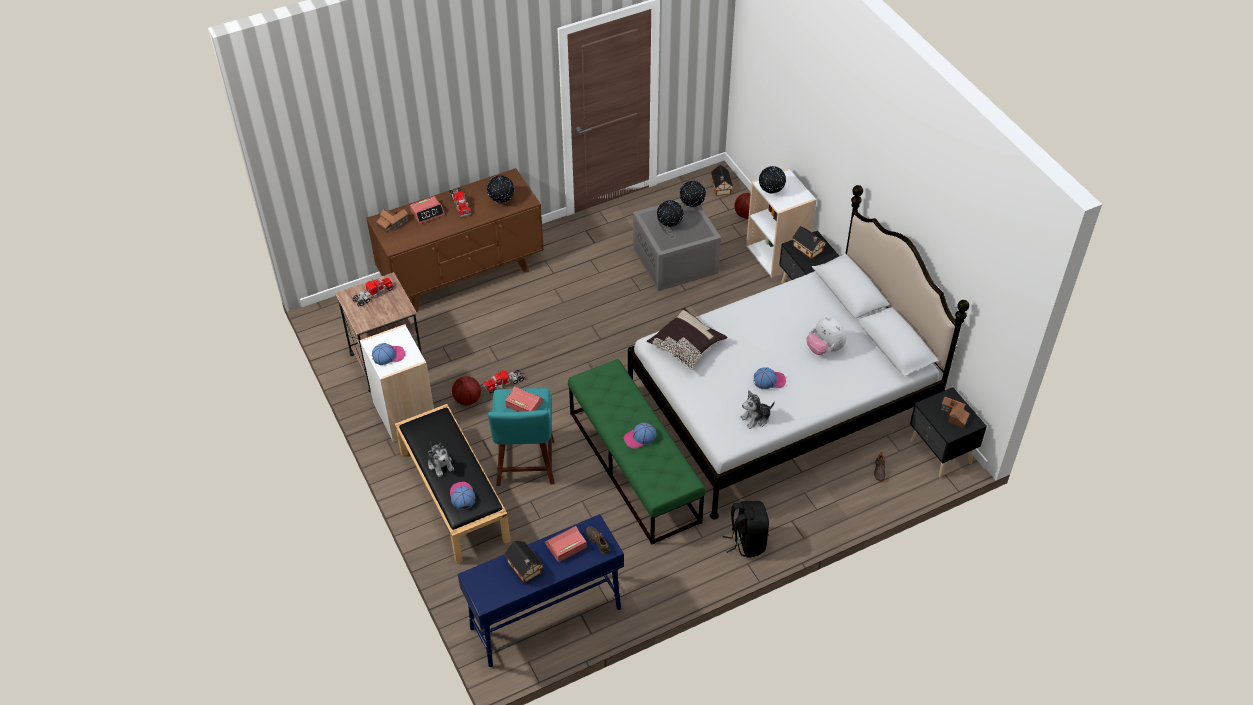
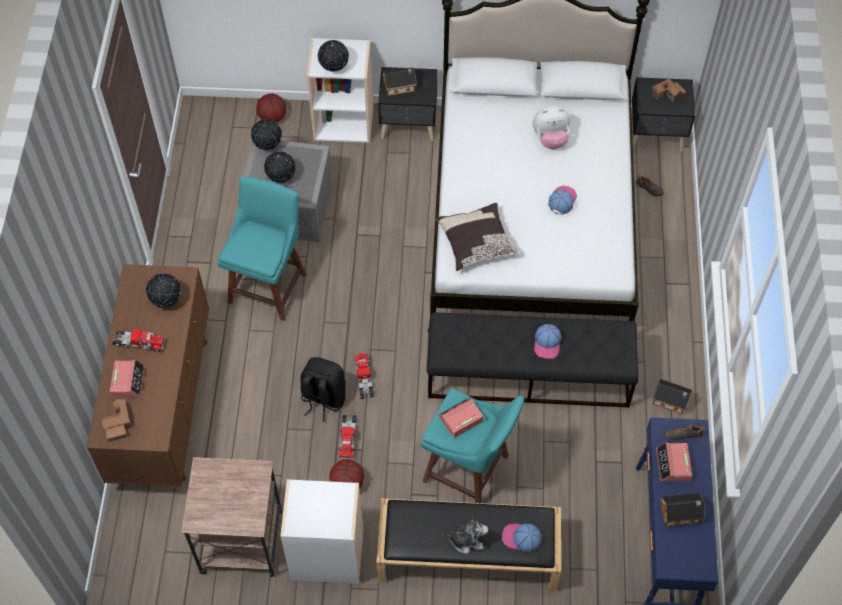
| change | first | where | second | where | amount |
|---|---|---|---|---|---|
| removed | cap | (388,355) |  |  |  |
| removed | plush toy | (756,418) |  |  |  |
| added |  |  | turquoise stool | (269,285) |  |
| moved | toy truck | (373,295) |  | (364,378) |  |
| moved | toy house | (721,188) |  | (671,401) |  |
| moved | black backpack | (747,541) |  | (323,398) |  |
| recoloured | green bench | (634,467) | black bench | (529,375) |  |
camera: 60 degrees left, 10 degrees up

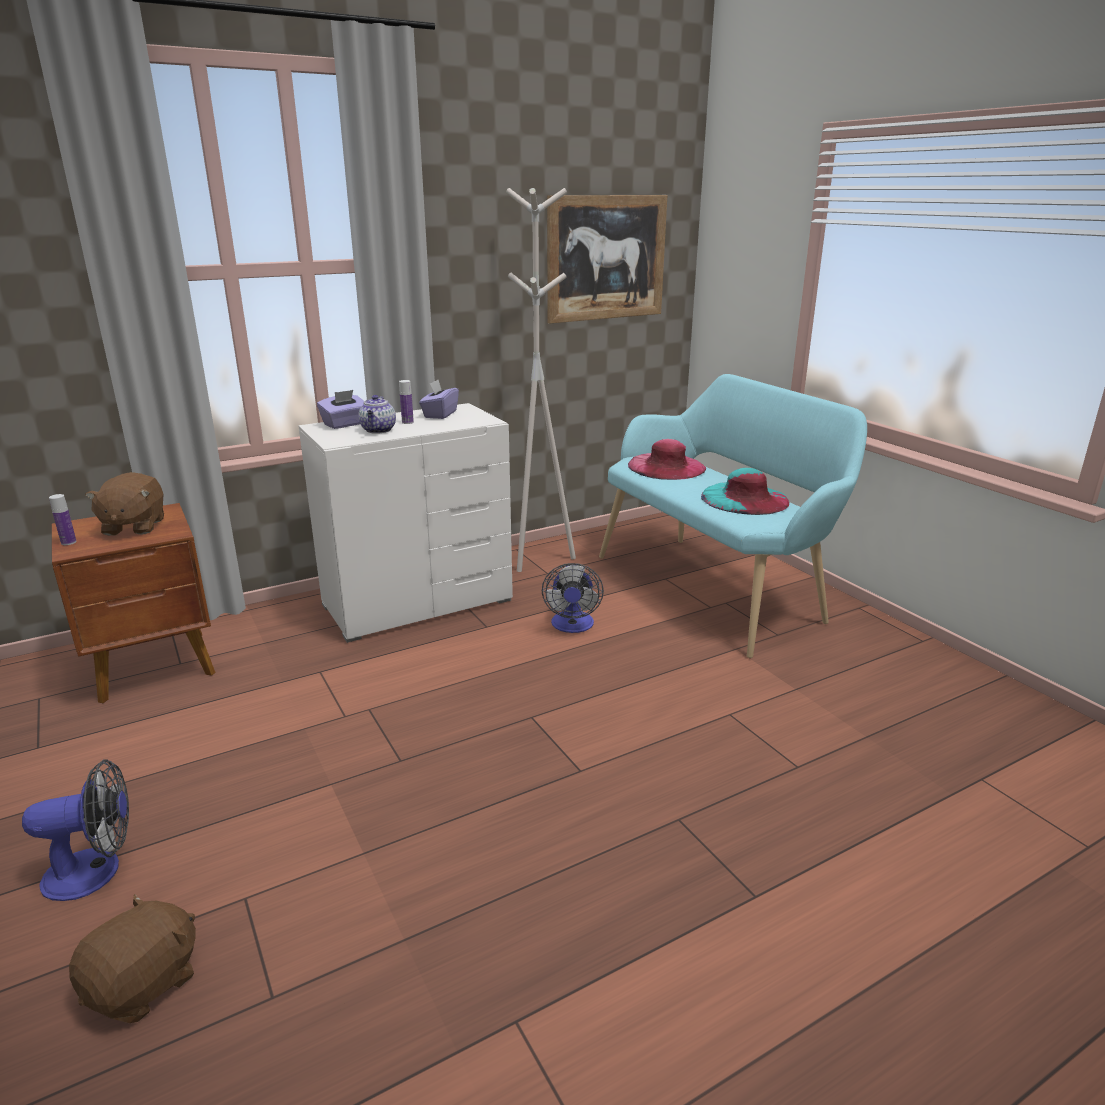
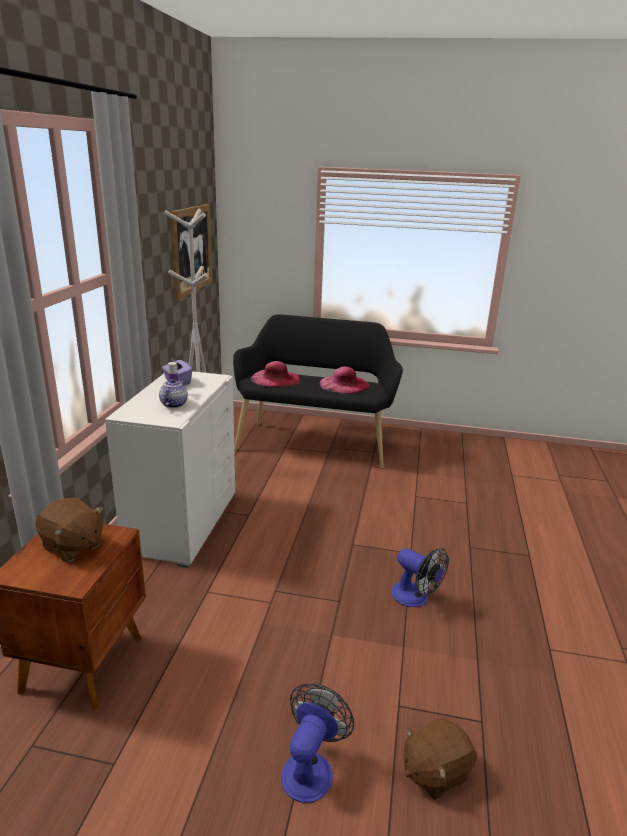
| change | first | where | second | where | amount |
|---|---|---|---|---|---|
| removed | bottle | (68,542) |  |  |  |
| removed | purple tissue box | (345,424) |  |  |  |
| moved | fan | (572,626) |  | (415,598) |  |
| recoloured | turquoise bench | (716,588) | black bench | (314,441) |  |
| recoloured | turquoise hat | (744,498) | pink hat | (344,384) |  |
| turned | brown plush toy | (145,984) |  | (435,771) | 105 degrees counterclockwise |
| turned | teapot | (378,430) |  | (174,404) | 120 degrees counterclockwise |
camera: 50 degrees left, 0 degrees up

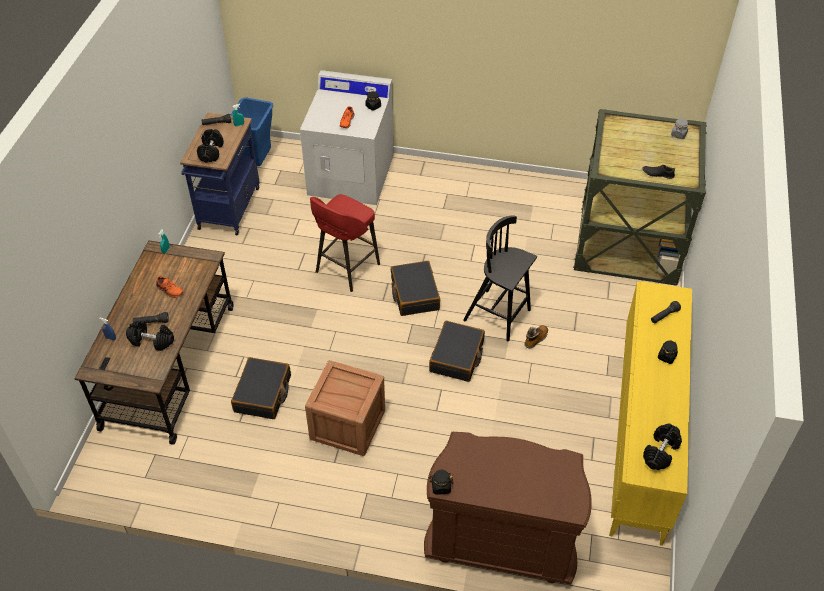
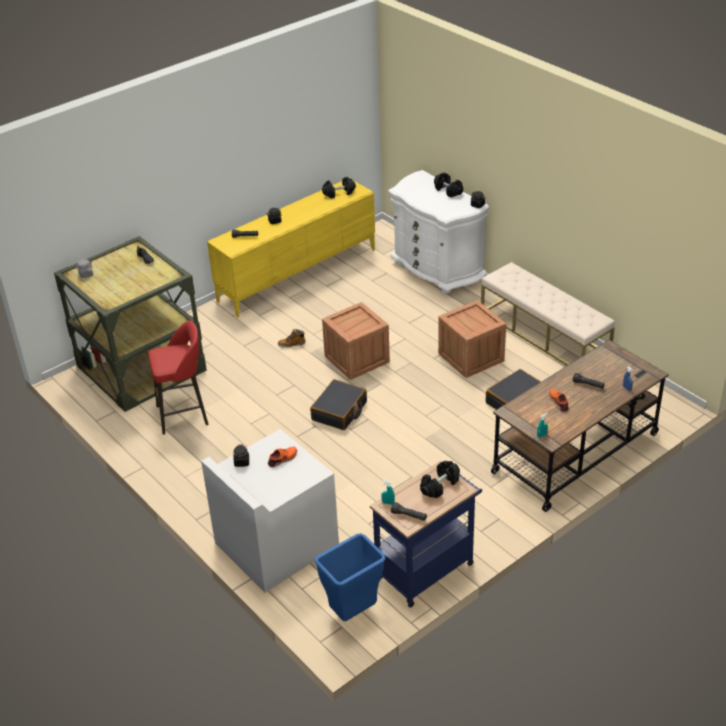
| change | first | where | second | where | amount |
|---|---|---|---|---|---|
| removed | black stool | (499,316) |  |  |  |
| added |  |  | beige bench | (544,333) |  |
| moved | black dumbbell | (152,341) |  | (448,191) |  |
| moved | red stool | (346,269) |  | (184,415) |  |
| replaced | black suitcase | (457,357) | crate | (357,359) |  |
| recoloured | brown dresser | (501,542) | white dresser | (435,271) |  |
camera: 140 degrees left, 10 degrees down

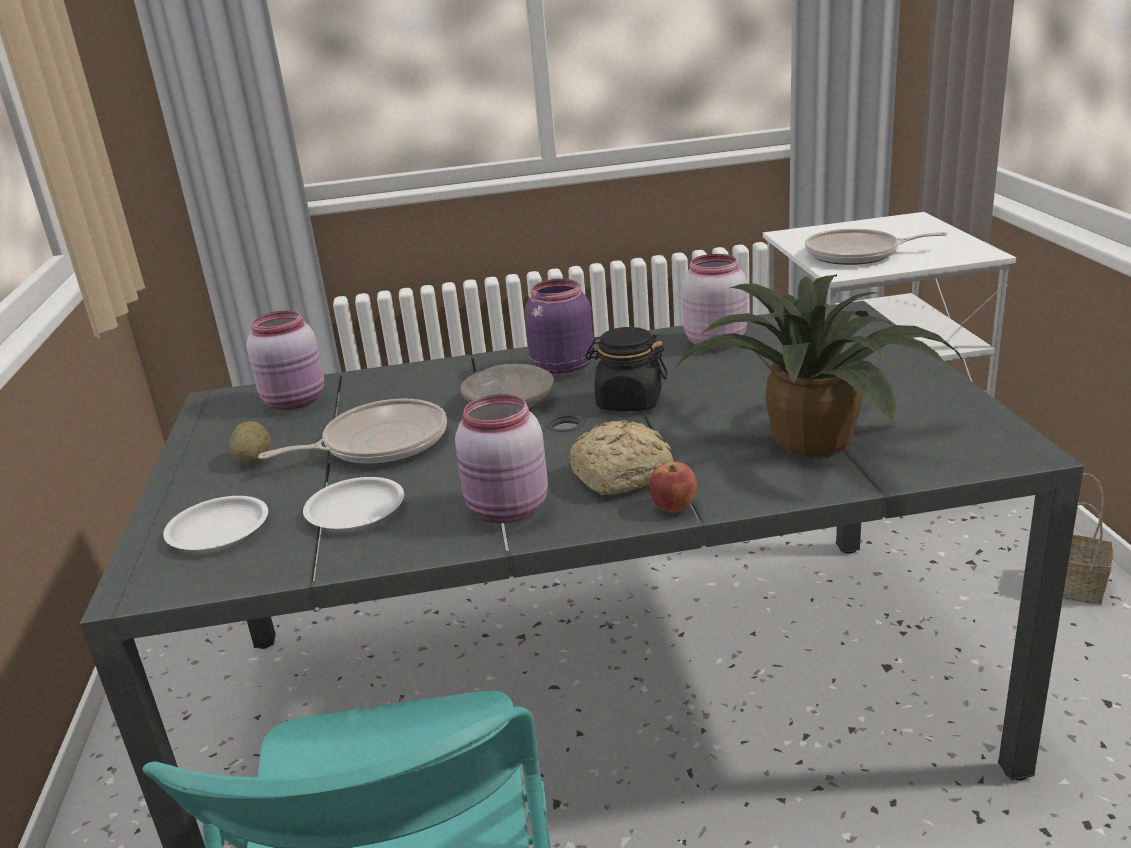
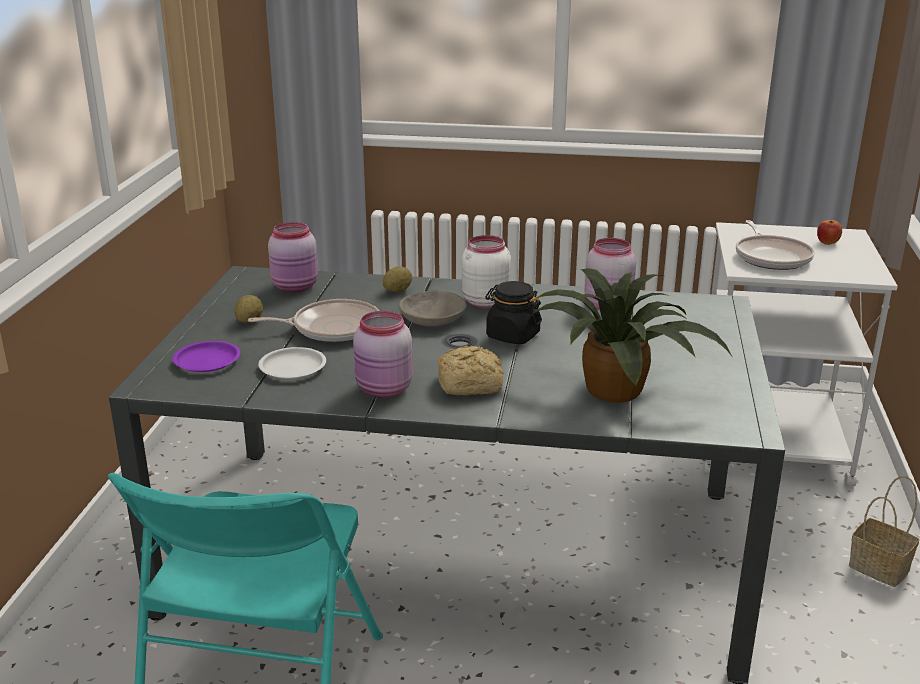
| change | first | where | second | where | amount |
|---|---|---|---|---|---|
| added |  |  | potato | (397,291) |  |
| moved | apple | (674,507) |  | (827,243) |  |
| recoloured | white plate | (218,529) | purple plate | (207,361) |  |
| recoloured | purple jar | (561,368) | white jar | (484,302) |  |
| turned | frying pan | (857,254) |  | (771,257) | 120 degrees counterclockwise |
camera: 15 degrees right, 0 degrees up

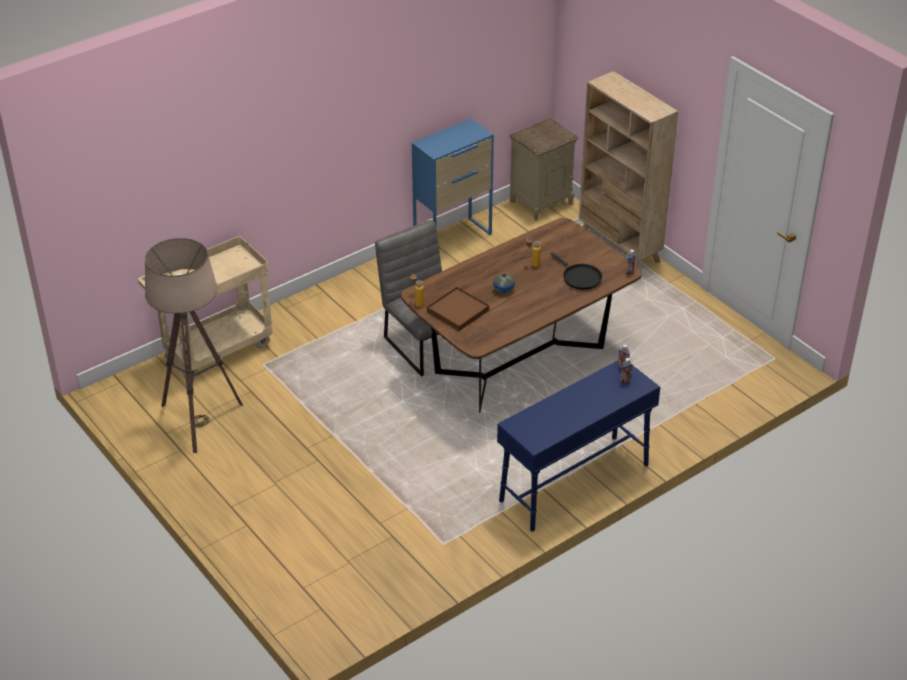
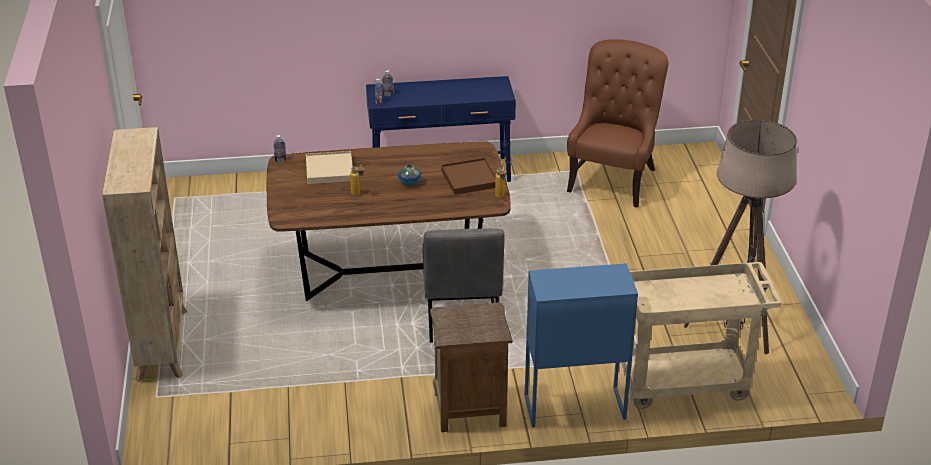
| change | first | where | second | where | amount |
|---|---|---|---|---|---|
| added |  |  | brown chair | (613,180) |  |
| moved | blue cabinet | (454,238) |  | (573,406) |  |
| moved | beige nightstand | (542,203) |  | (469,408) |  |
| replaced | black frying pan | (580,277) | beige tray | (329,170) |  |
camera: 150 degrees left, 5 degrees down

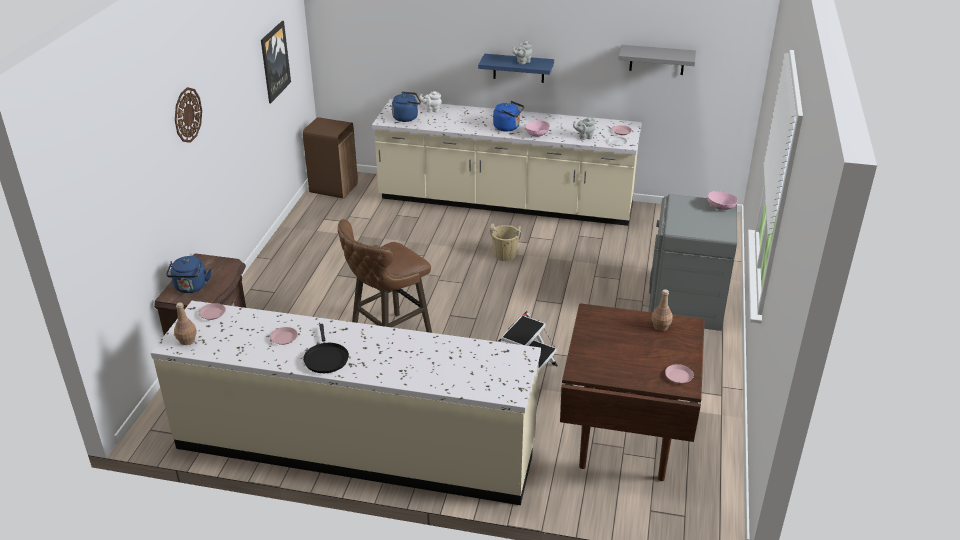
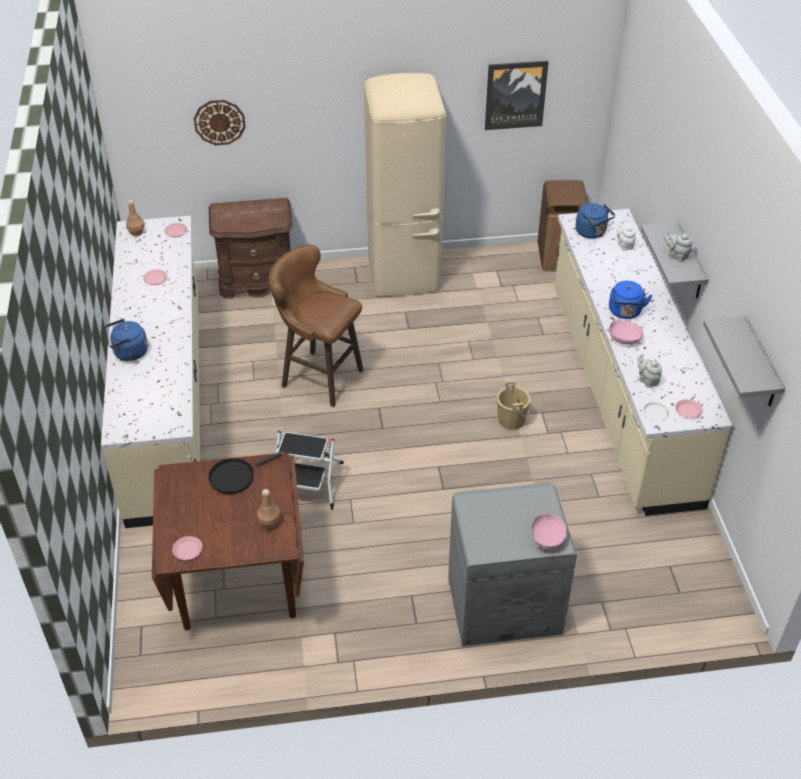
| change | first | where | second | where | amount |
|---|---|---|---|---|---|
| added |  |  | beige fridge | (405,276) |  |
| moved | blue kettle | (191,287) |  | (128,353) |  |
| moved | wall clock | (187,115) |  | (219,122) |  |
| moved | black frying pan | (325,358) |  | (235,476) |  |
| recoloured | blue shelf | (518,68) | grey shelf | (689,263) |  |
camera: 70 degrees right, 10 degrees up

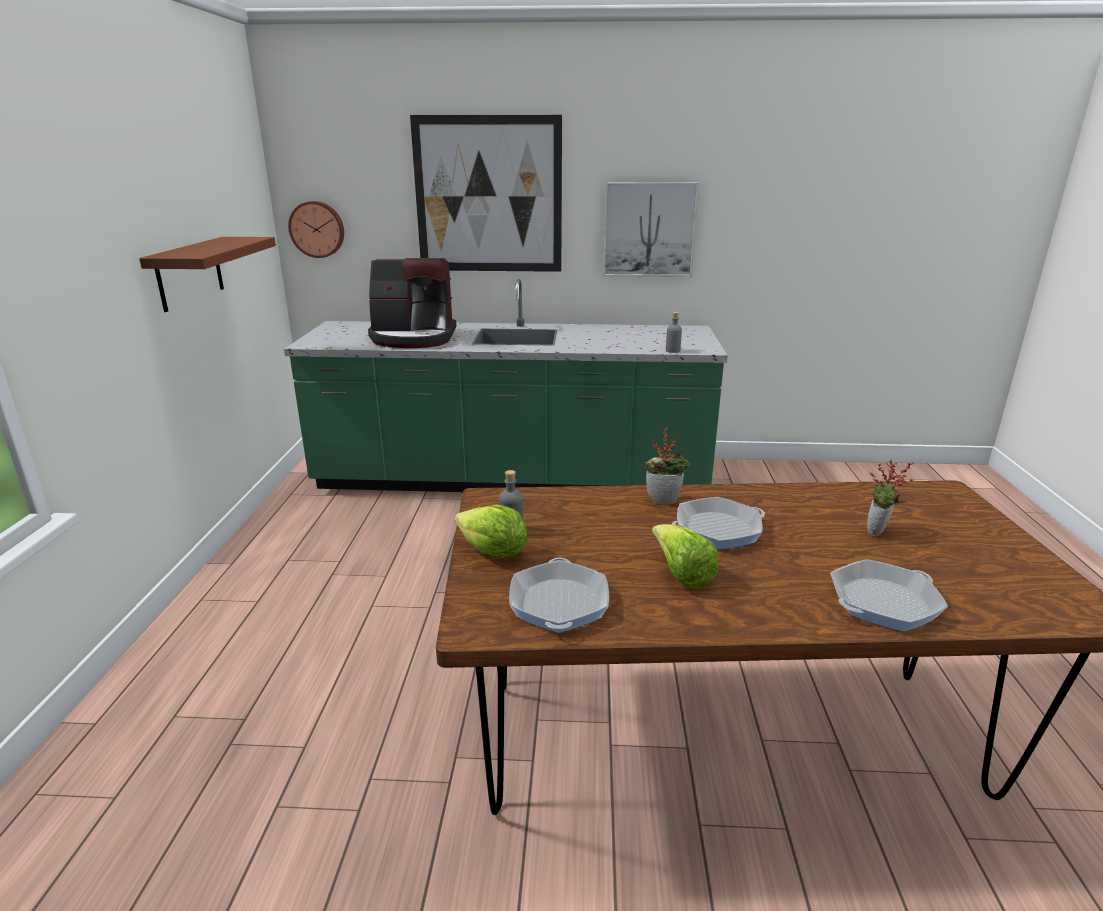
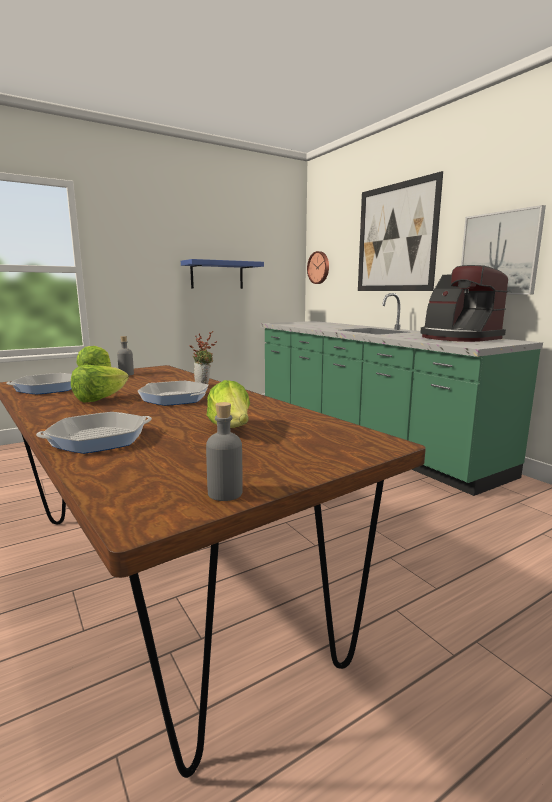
| change | first | where | second | where | amount |
|---|---|---|---|---|---|
| moved | coffee machine | (413,338) |  | (458,338) |  |
| moved | grey bottle | (672,350) |  | (225,493) |  |
| replaced | potted plant | (879,532) | lettuce | (231,429) |  |
| recoloured | brown shelf | (190,273) | blue shelf | (217,275) |  |
| turned | frying pan | (883,602) |  | (98,439) | 60 degrees counterclockwise |
camera: 55 degrees right, 10 degrees down

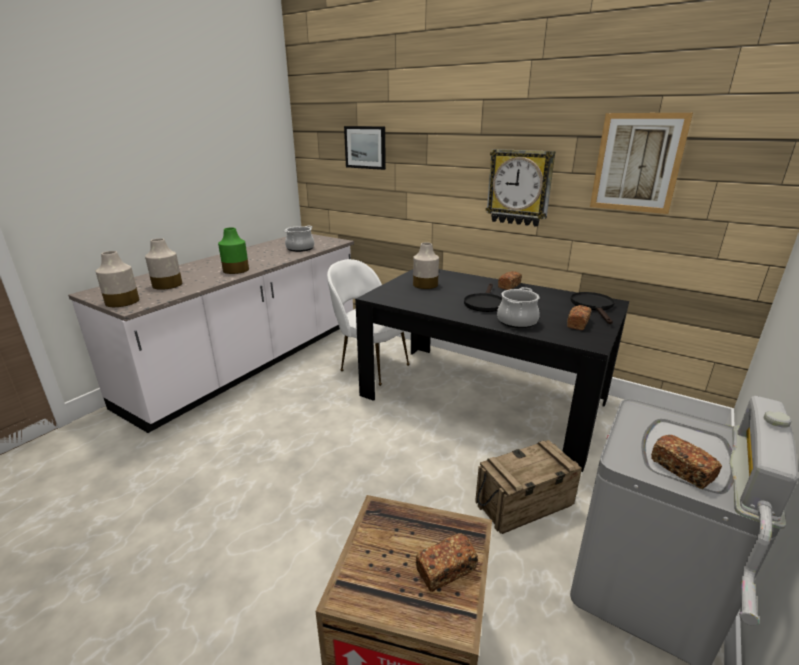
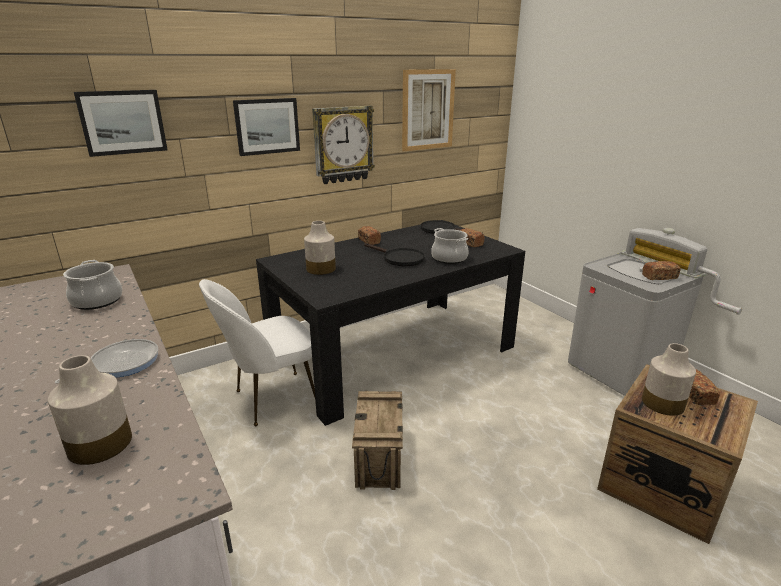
| change | first | where | second | where | amount |
|---|---|---|---|---|---|
| added |  |  | picture | (267,126) |  |
| moved | beige vase | (122,301) |  | (663,403) |  |
| moved | crate | (524,504) |  | (380,456) |  |
| replaced | green vase | (236,270) | frying pan | (121,364) |  |
camera: 65 degrees left, 0 degrees up

